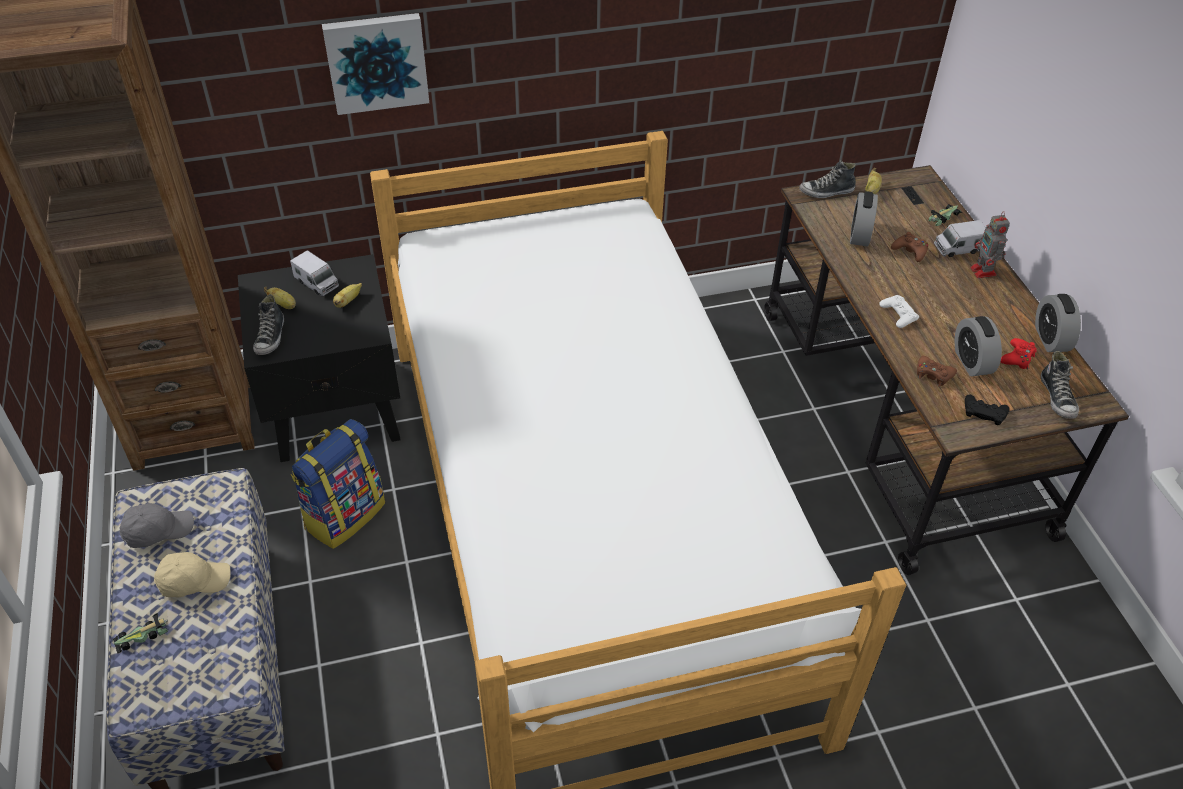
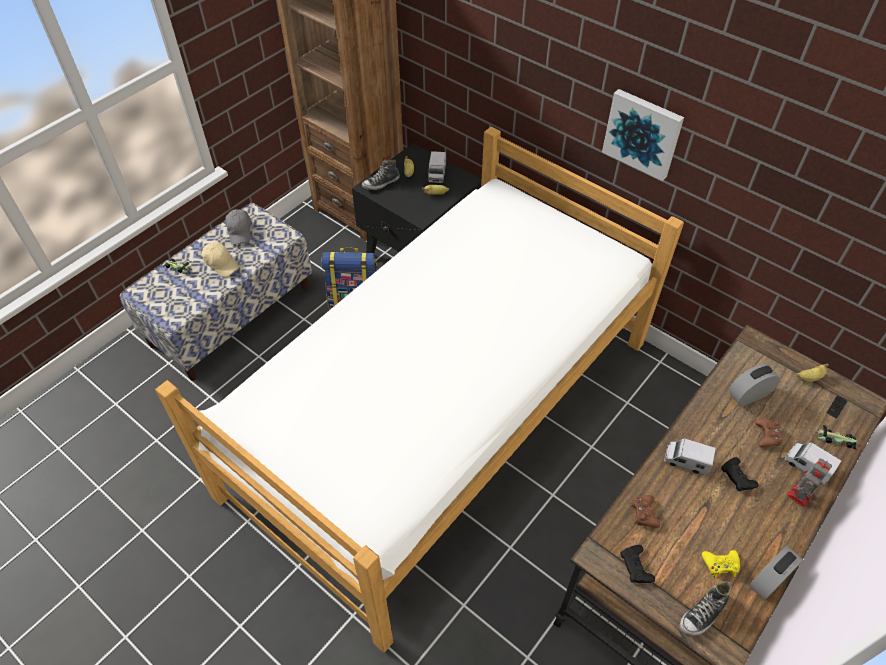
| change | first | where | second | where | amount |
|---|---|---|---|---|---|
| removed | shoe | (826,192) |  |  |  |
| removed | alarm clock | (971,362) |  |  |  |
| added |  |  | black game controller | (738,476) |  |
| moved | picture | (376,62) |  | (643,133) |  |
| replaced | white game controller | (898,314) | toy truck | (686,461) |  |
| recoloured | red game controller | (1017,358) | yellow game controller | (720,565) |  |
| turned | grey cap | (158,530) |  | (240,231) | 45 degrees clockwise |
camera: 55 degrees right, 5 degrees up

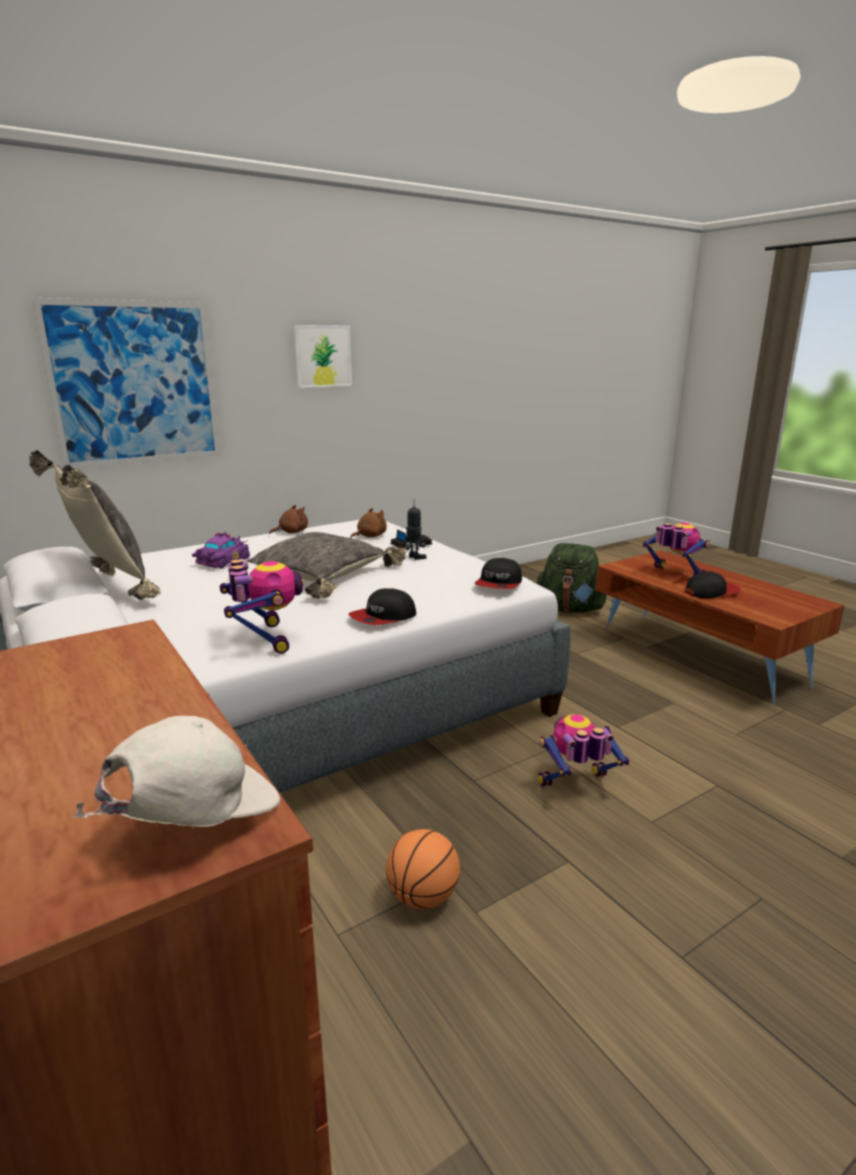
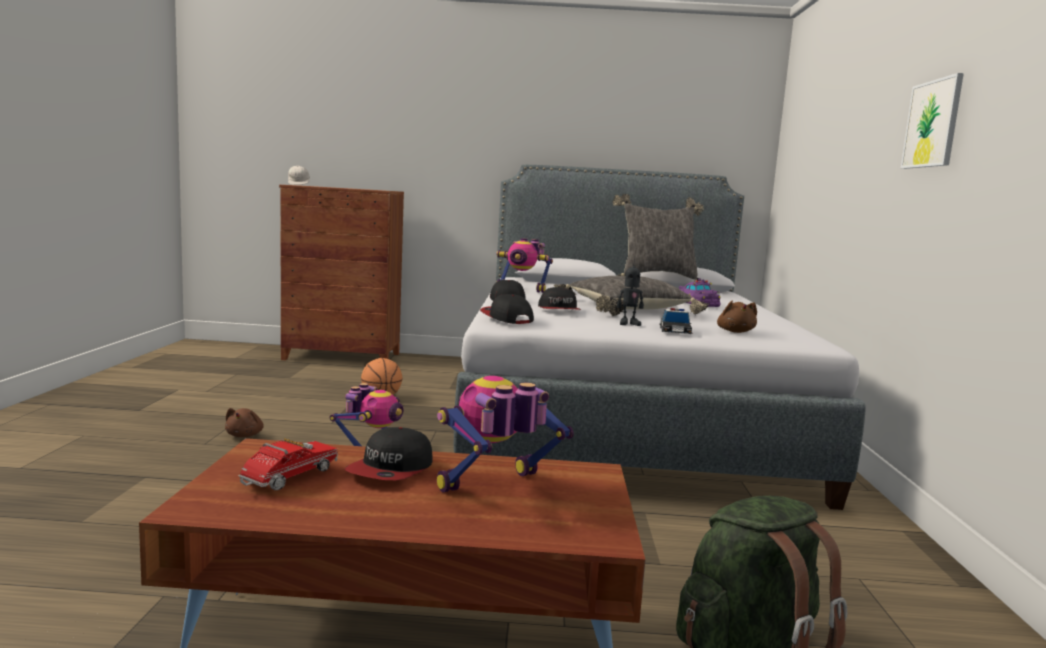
| change | first | where | second | where | amount |
|---|---|---|---|---|---|
| removed | picture | (135,384) |  |  |  |
| added |  |  | toy truck | (286,479) |  |
| added |  |  | cap | (559,310) |  |
| moved | brown plush toy | (291,532) |  | (245,435) |  |
| turned | toy robot | (674,574) |  | (495,487) | 150 degrees clockwise |
camera: 125 degrees right, 10 degrees down

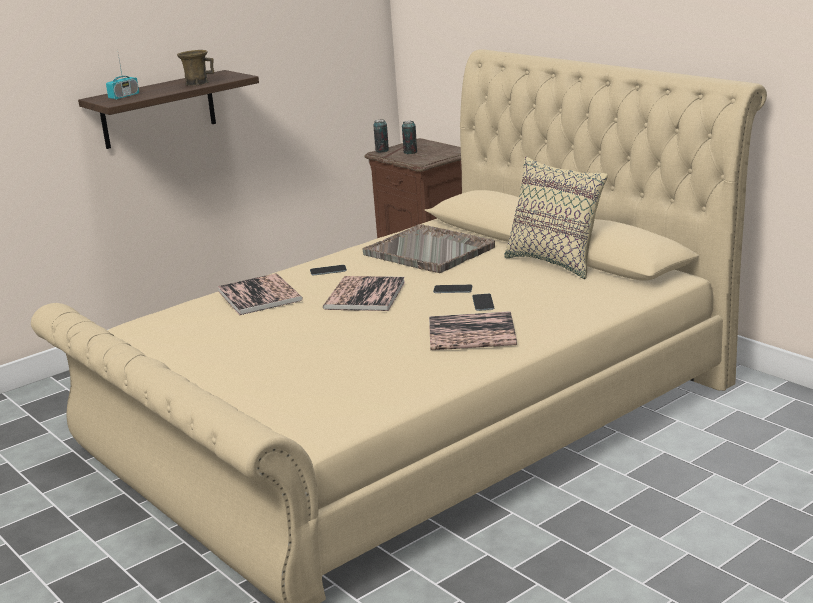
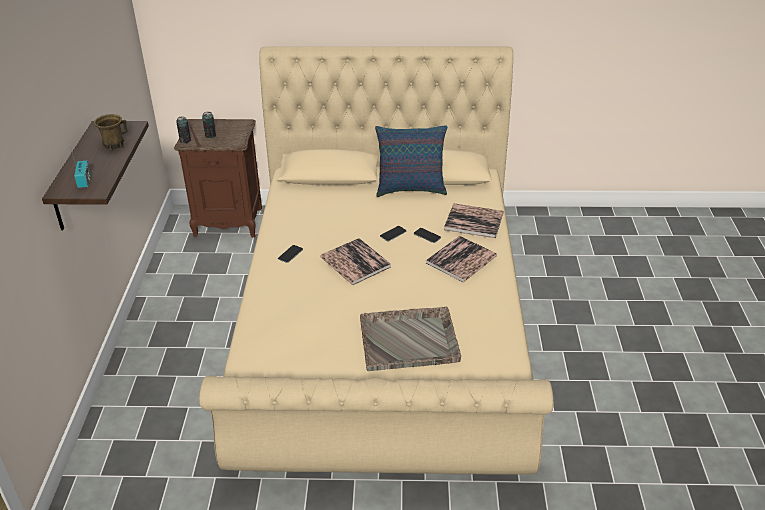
| change | first | where | second | where | amount |
|---|---|---|---|---|---|
| moved | book | (259,296) |  | (474,221) |  |
| moved | grey tray | (429,251) |  | (410,340) |  |
| recoloured | beige pillow | (554,264) | blue pillow | (411,190) |  |
camera: 50 degrees left, 15 degrees up

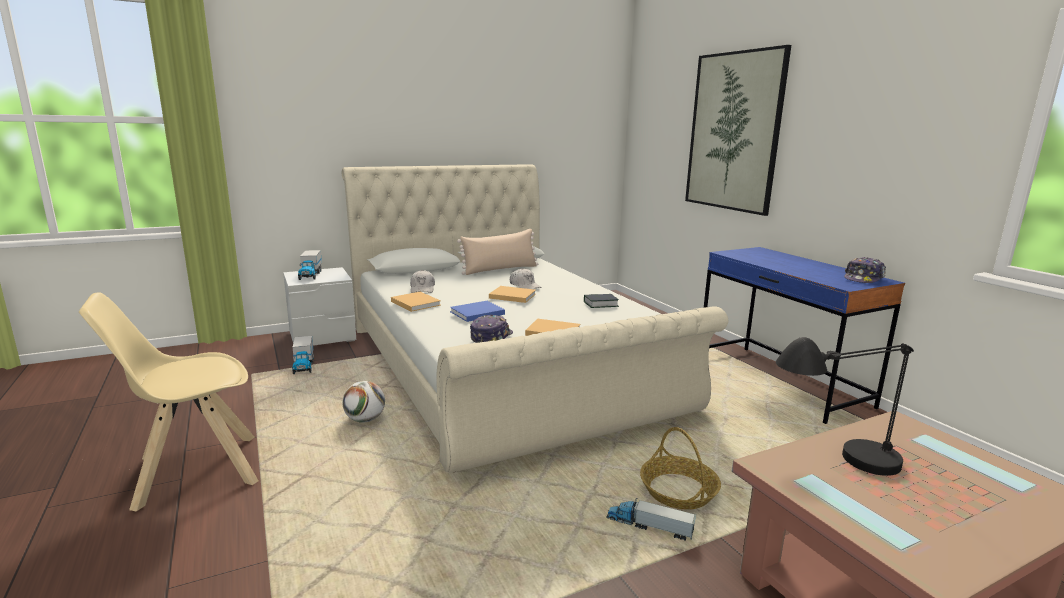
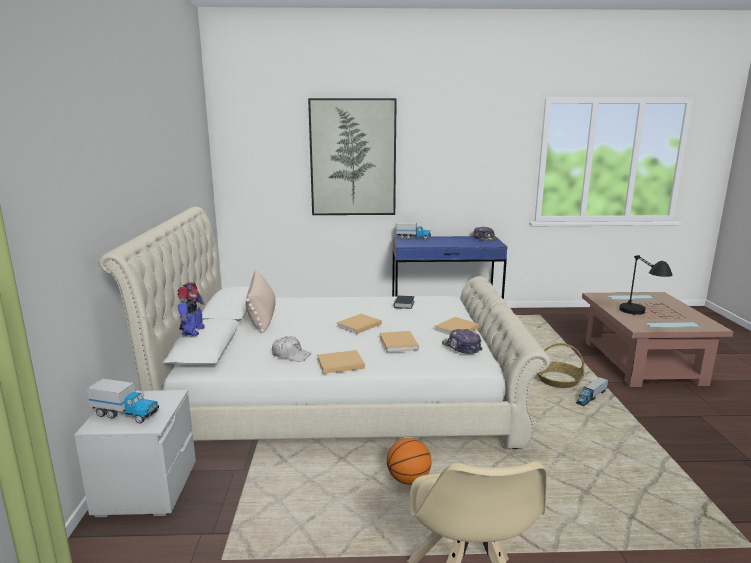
| change | first | where | second | where | amount |
|---|---|---|---|---|---|
| removed | white cap | (525,286) |  |  |  |
| added |  |  | toy robot | (192,331) |  |
| moved | toy truck | (303,366) |  | (413,238) |  |
| replaced | football | (365,420) | basketball | (408,479) |  |
| recoloured | blue book | (476,313) | beige book | (399,343) |  |
camera: 65 degrees left, 0 degrees up

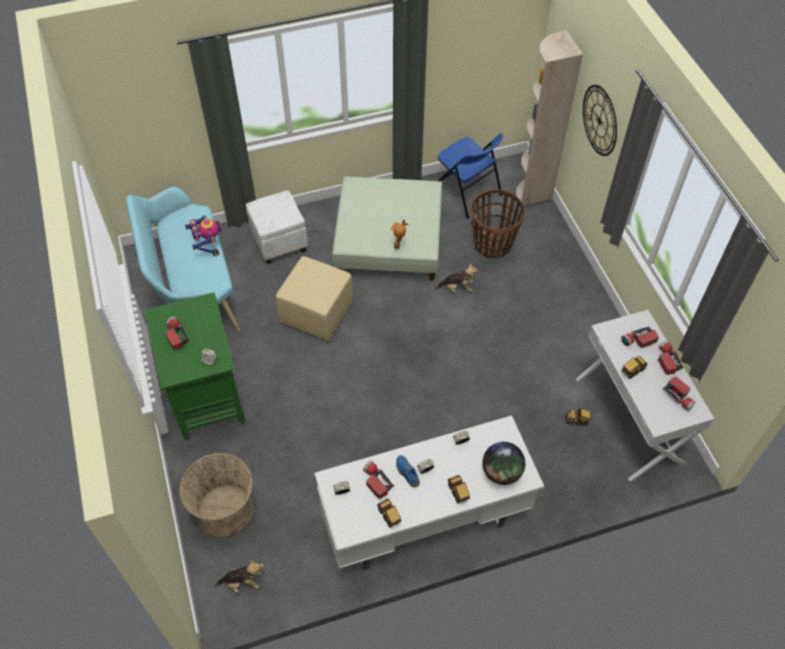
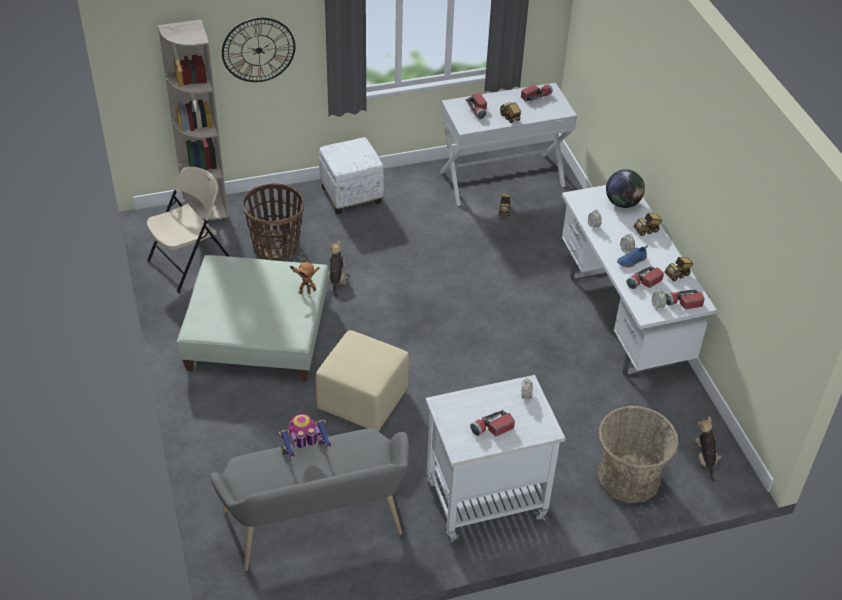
| change | first | where | second | where | amount |
|---|---|---|---|---|---|
| moved | white ottoman | (280,243) |  | (352,194) |  |
| moved | flashlight | (667,360) |  | (683,303) |  |
| recoloured | turquoise bench | (193,291) | grey bench | (316,528) |  |
| recoloured | green cart | (207,398) | white cart | (484,502) |  |
| recoloured | blue chair | (465,192) | beige chair | (191,262) |  |
camera: 90 degrees left, 10 degrees down

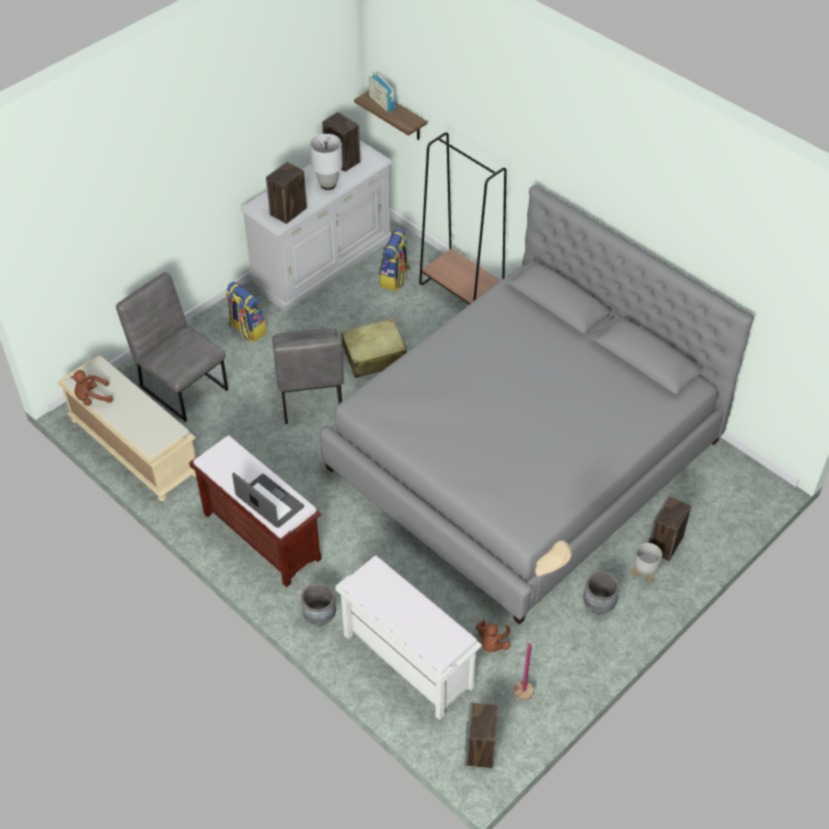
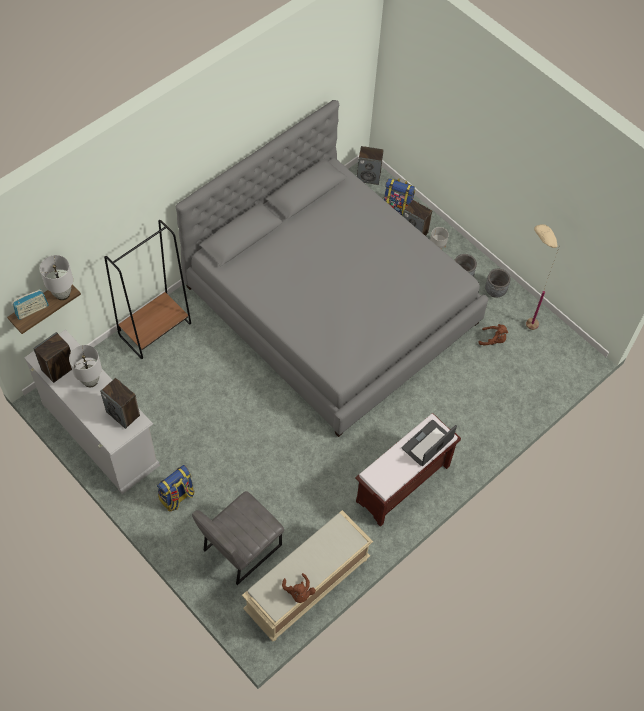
| change | first | where | second | where | amount |
|---|---|---|---|---|---|
| removed | grey chair | (310,397) |  |  |  |
| removed | white bench | (406,661) |  |  |  |
| removed | beige suitcase | (374,356) |  |  |  |
| added |  |  | white table lamp | (62,294) |  |
| moved | grey planter | (319,615) |  | (495,291) |  |
| moved | backpack | (395,278) |  | (397,209) |  |
| moved | speaker | (480,750) |  | (368,177) |  |
camera: 90 degrees left, 10 degrees up

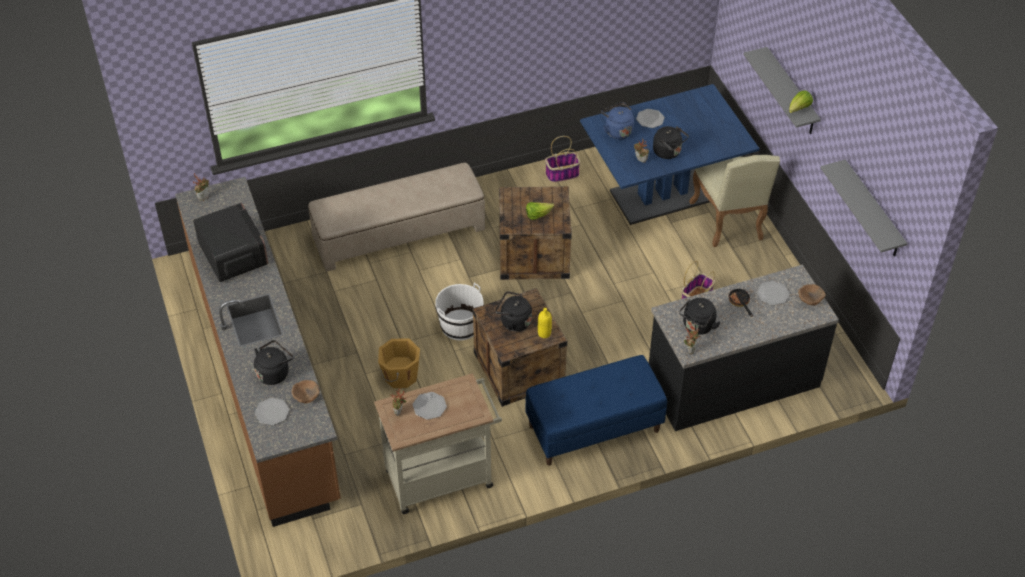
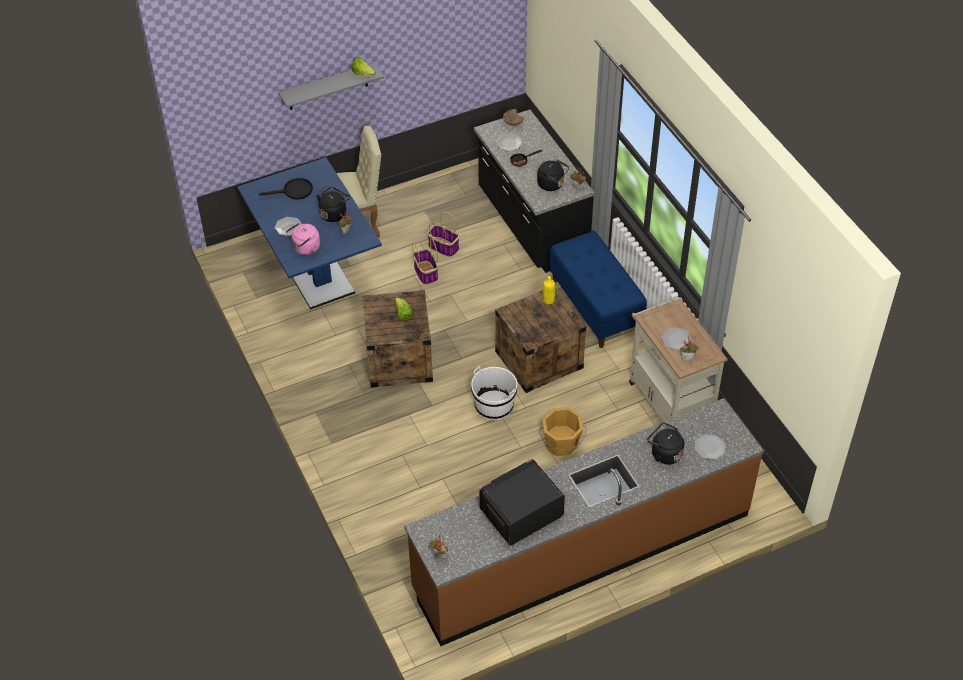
| change | first | where | second | where | amount |
|---|---|---|---|---|---|
| removed | brown bowl | (306,396) |  |  |  |
| removed | beige bench | (399,232) |  |  |  |
| removed | black kettle | (513,322) |  |  |  |
| removed | grey shelf | (872,211) |  |  |  |
| added |  |  | black frying pan | (294,191) |  |
| moved | basket | (562,174) |  | (426,273) |  |
| recoloured | blue kettle | (617,130) | pink kettle | (305,248) |  |
camera: 95 degrees left, 0 degrees up

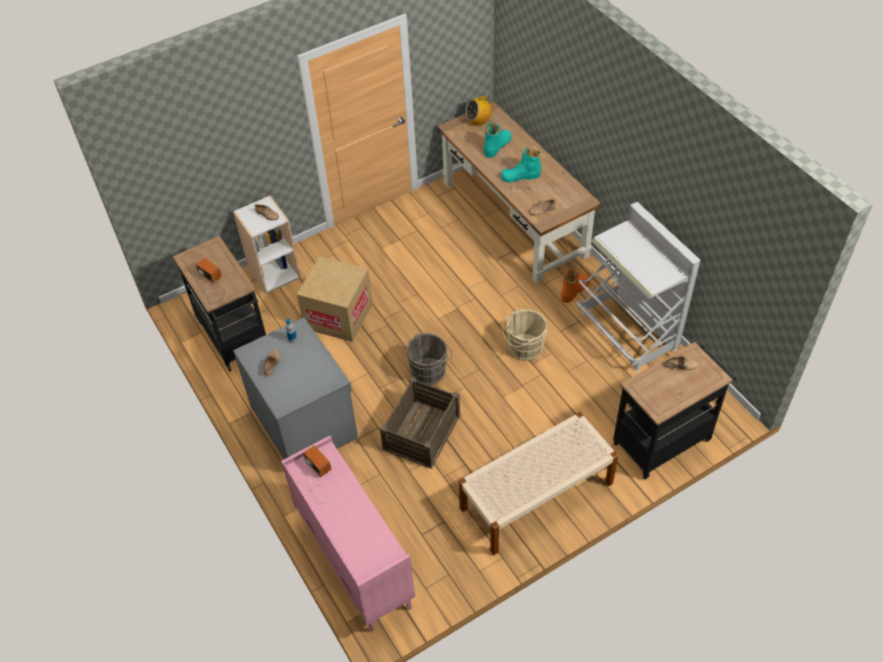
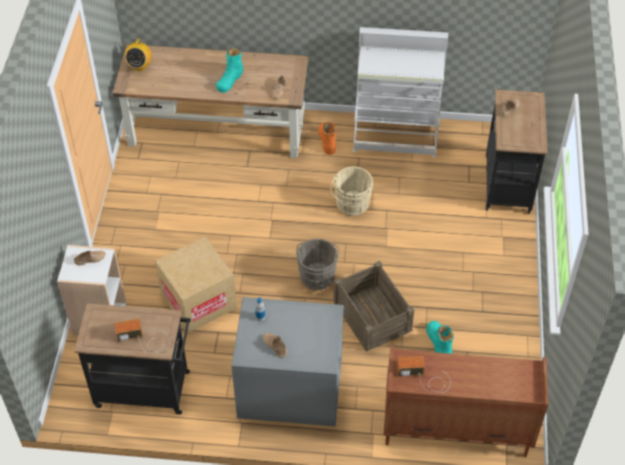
| change | first | where | second | where | amount |
|---|---|---|---|---|---|
| removed | beige bench | (537,496) |  |  |  |
| moved | turquoise boot | (497,146) |  | (438,342) |  |
| recoloured | pink cabinet | (355,561) | brown cabinet | (455,431) |  |
camera: 55 degrees left, 0 degrees up

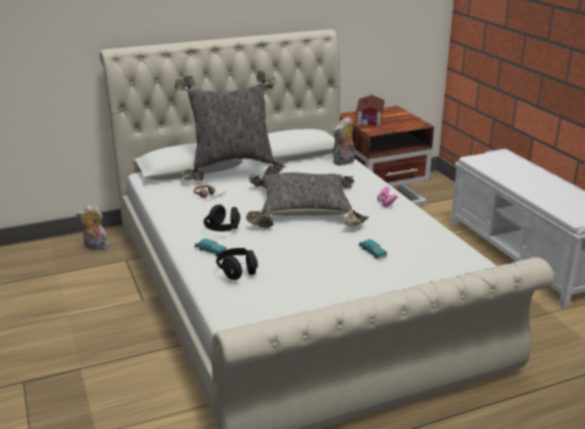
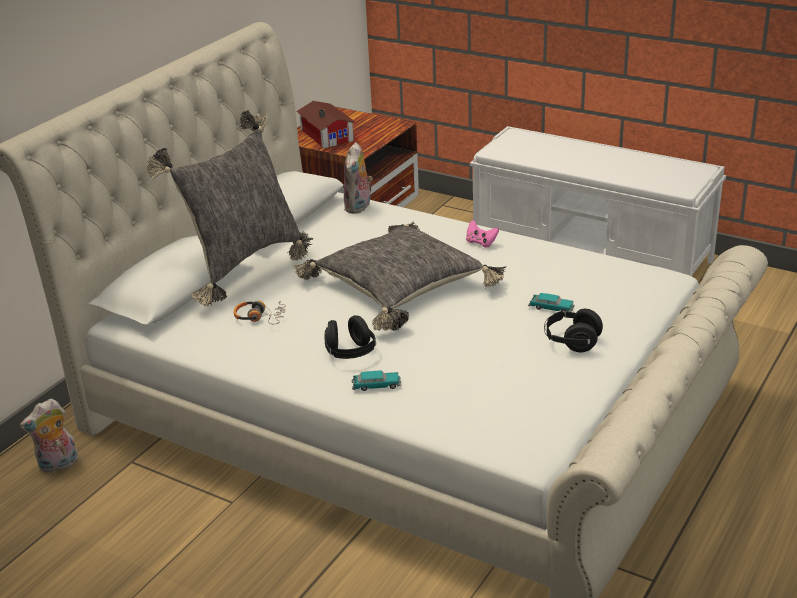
| change | first | where | second | where | amount |
|---|---|---|---|---|---|
| moved | black headphones | (237,271) |  | (571,342) |  |
camera: 35 degrees left, 5 degrees up

